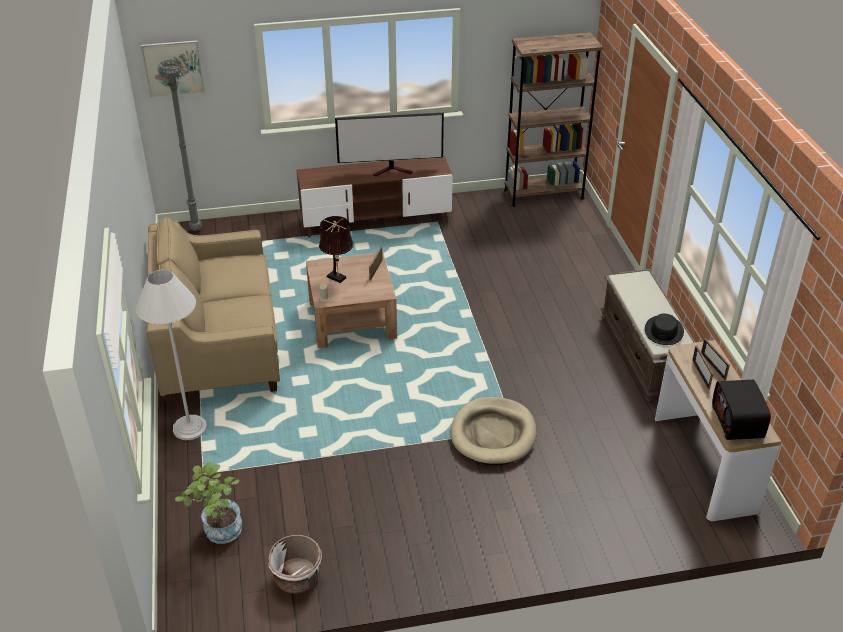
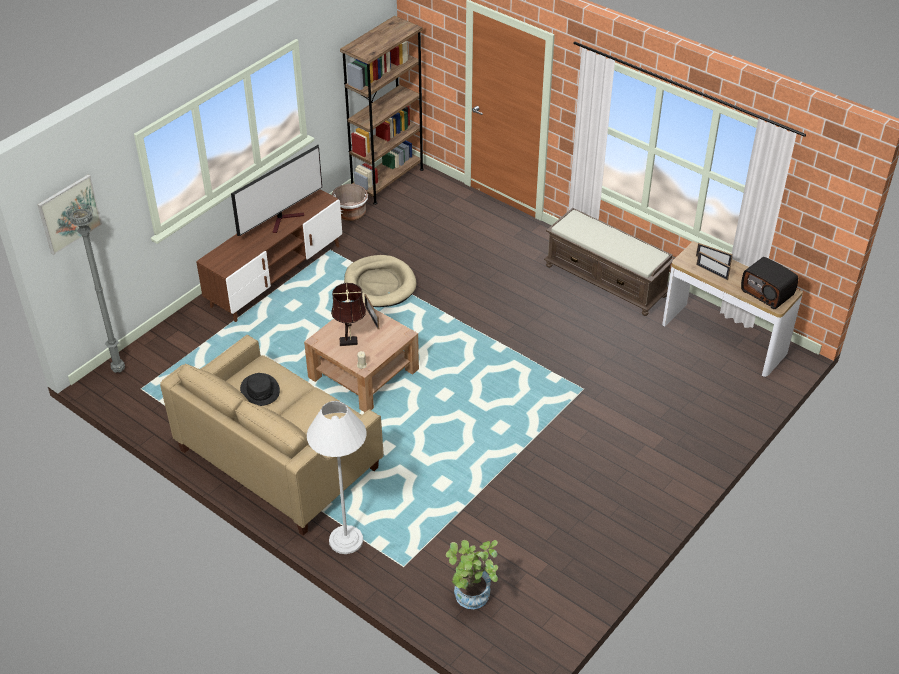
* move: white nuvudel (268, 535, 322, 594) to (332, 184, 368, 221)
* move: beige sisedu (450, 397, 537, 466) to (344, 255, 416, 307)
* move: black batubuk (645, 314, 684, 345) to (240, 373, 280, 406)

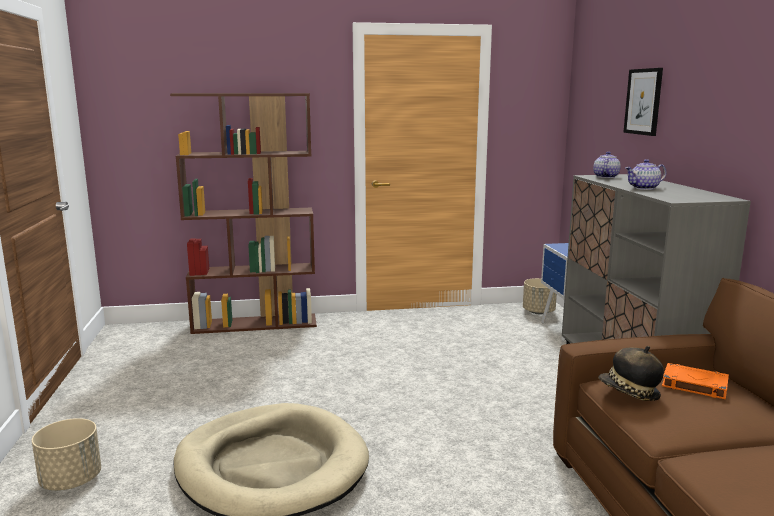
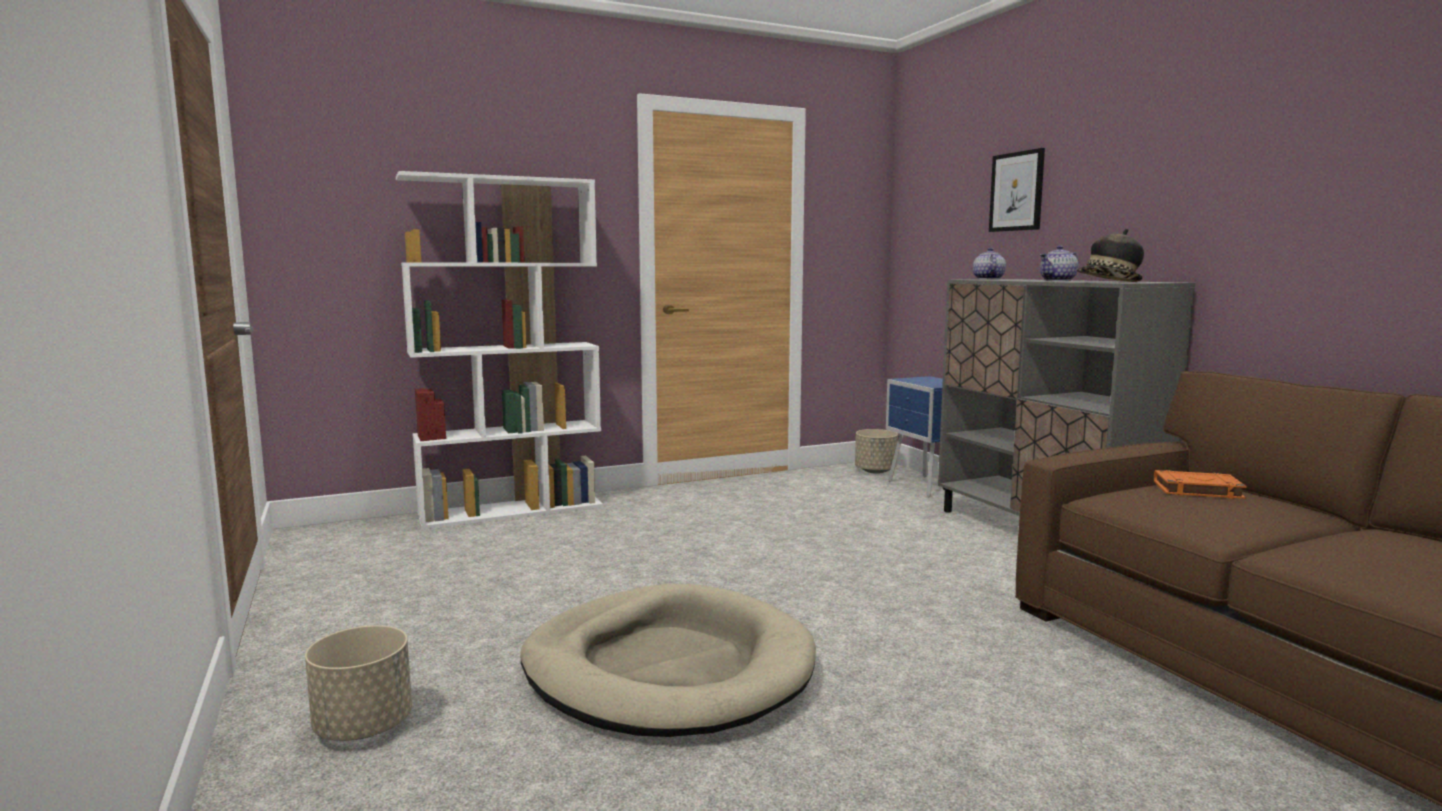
* move: batubuk (598, 346, 664, 401) to (1077, 229, 1144, 282)
* recolor: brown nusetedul (170, 93, 317, 334) to white nusetedul (396, 171, 603, 529)

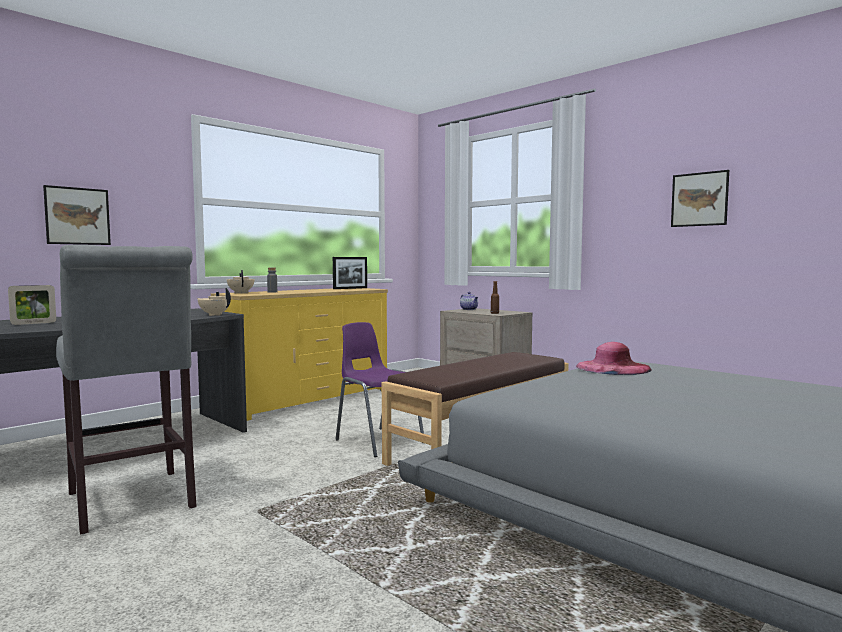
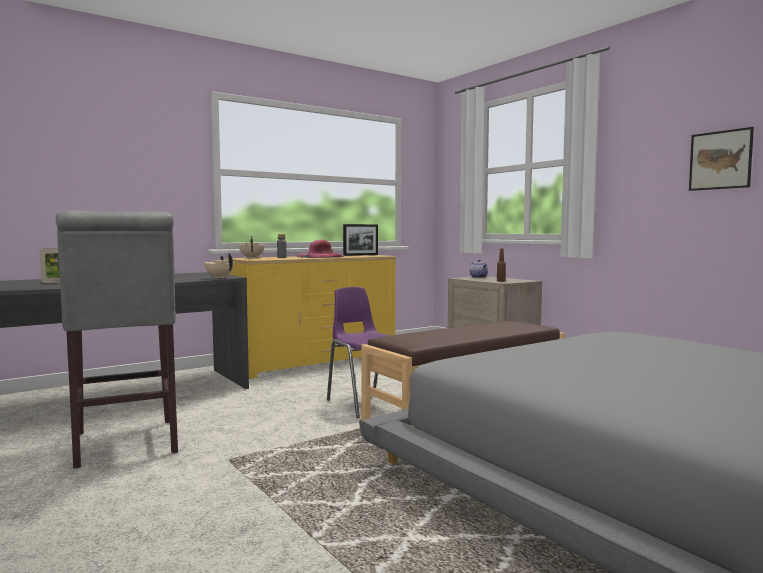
* delete: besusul (43, 185, 111, 245)
* move: pink batubuk (576, 342, 652, 375) to (297, 240, 344, 258)

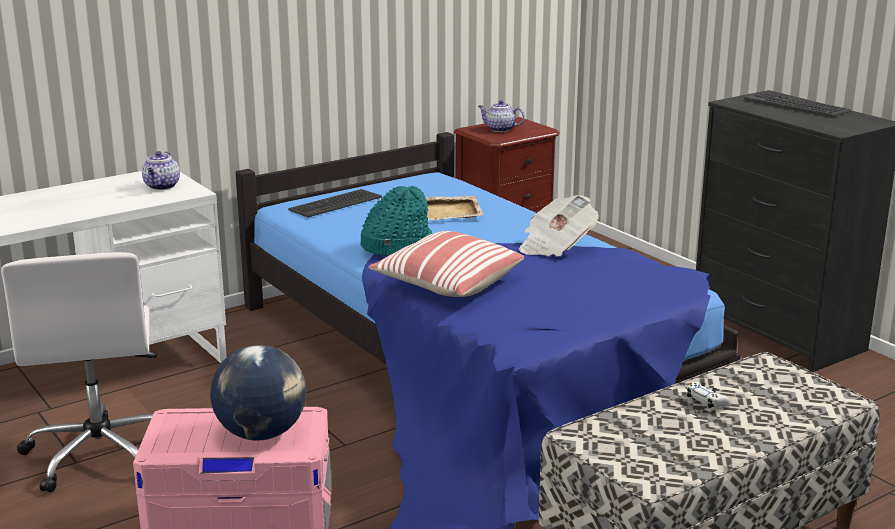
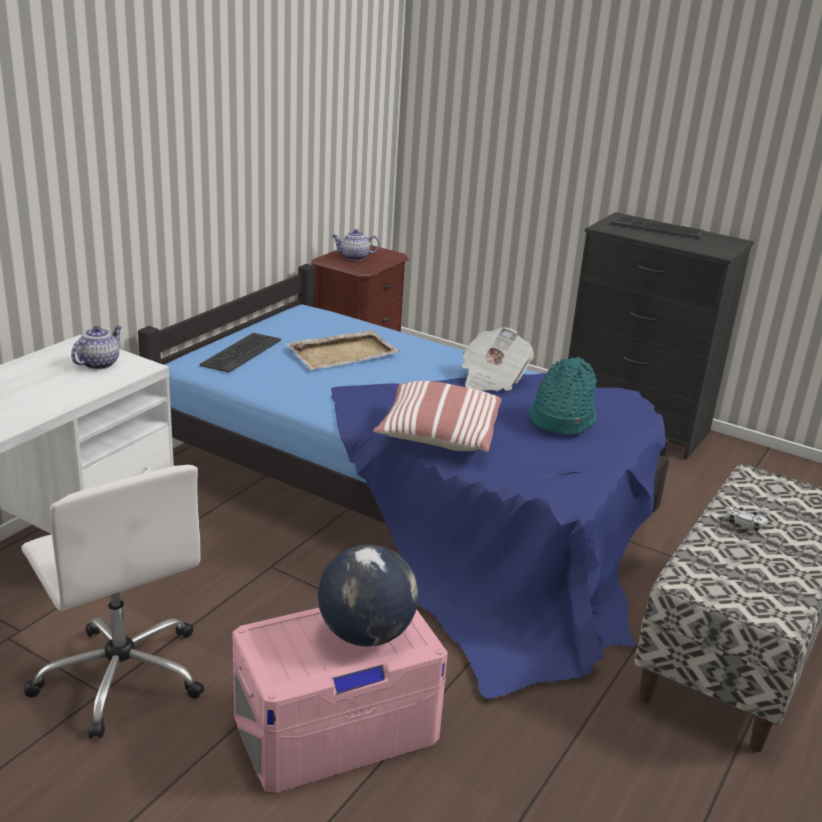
* move: turquoise batubuk (360, 186, 432, 256) to (529, 357, 597, 435)
* rotate: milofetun (142, 151, 180, 190) = (71, 326, 122, 370) 135 degrees counterclockwise

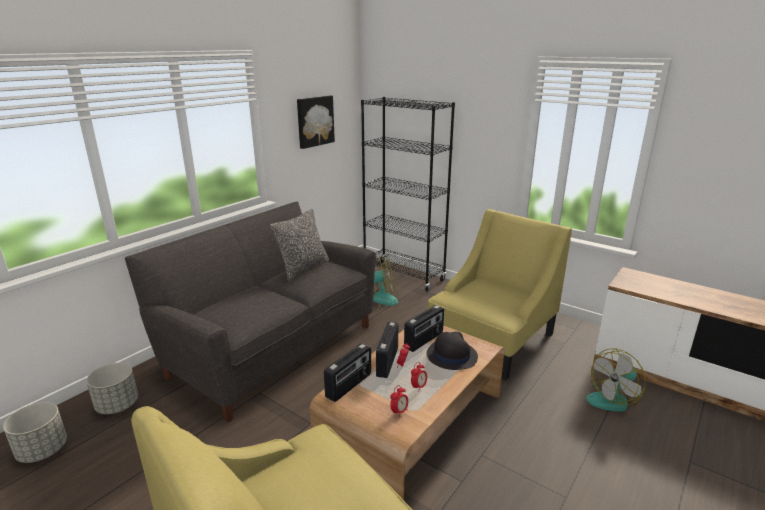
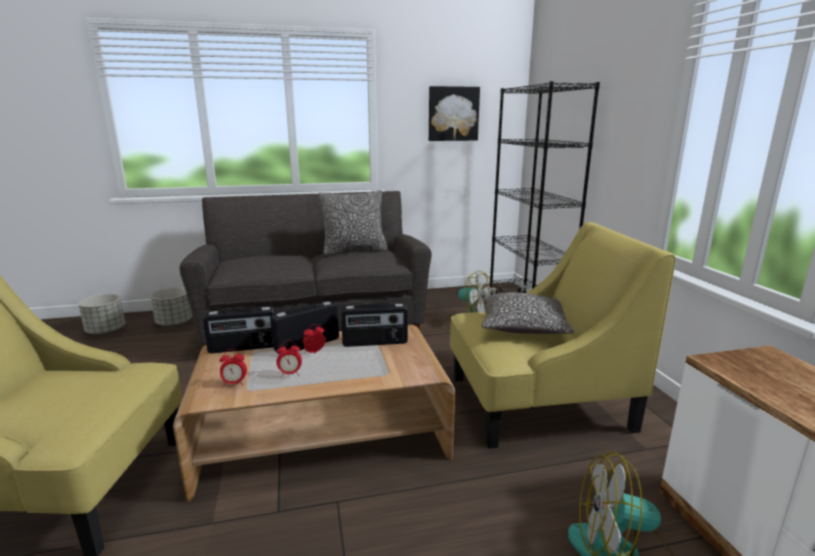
* delete: black batubuk (427, 331, 478, 370)
* insert: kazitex (482, 292, 575, 334)

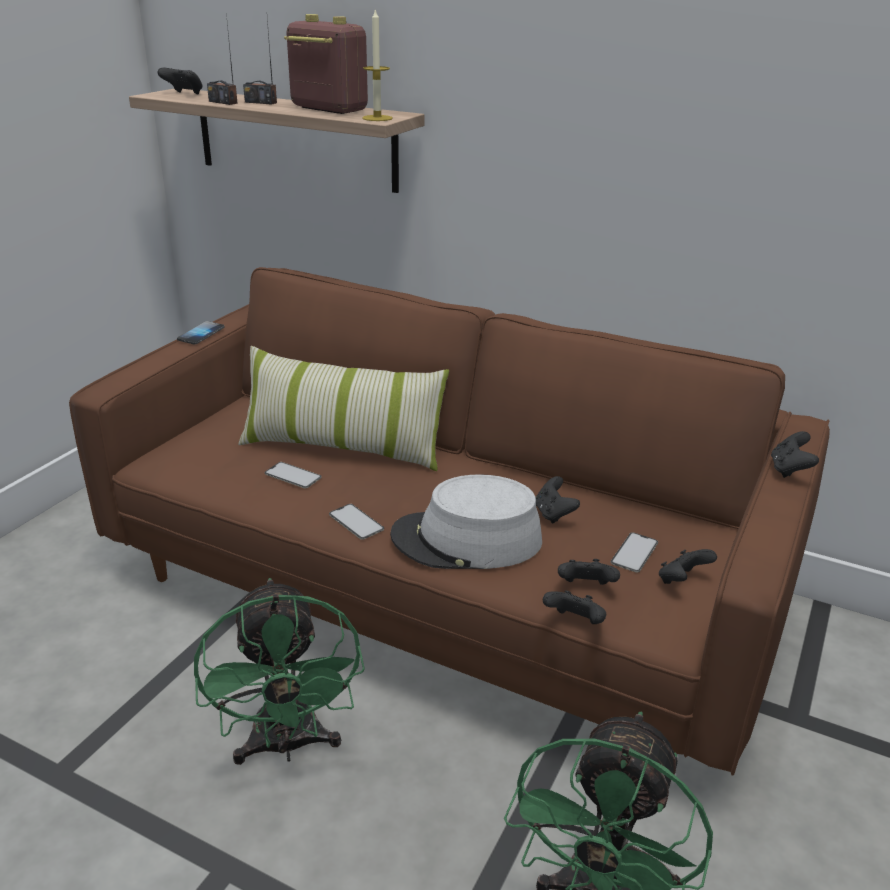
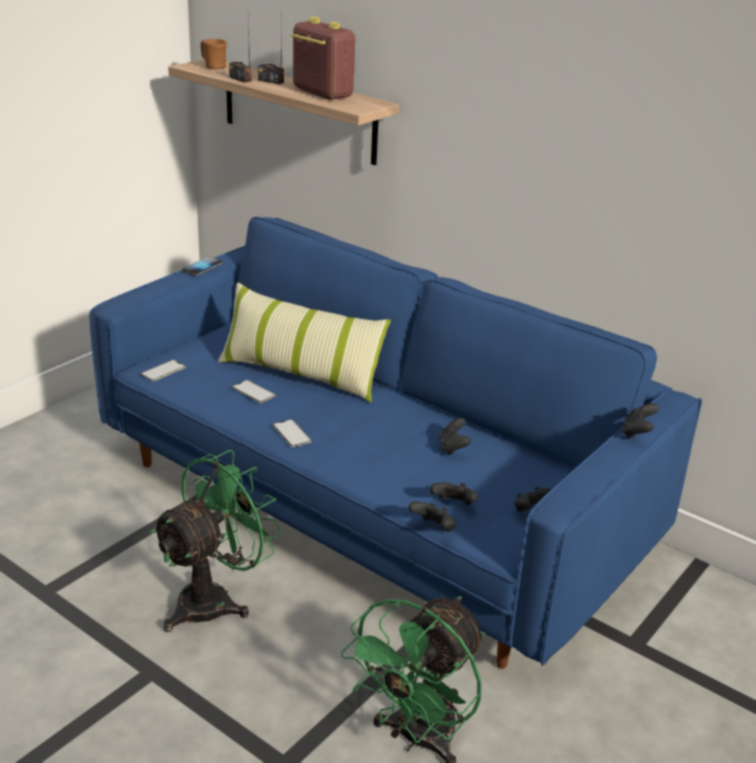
* delete: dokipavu (362, 9, 393, 121)
* delete: grey batubuk (390, 474, 542, 569)
* move: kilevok (611, 532, 658, 573) to (140, 359, 186, 381)
* replace: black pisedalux (157, 68, 203, 95) to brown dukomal (201, 39, 227, 69)
* recolor: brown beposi (69, 267, 830, 776) to blue beposi (89, 217, 702, 669)
* rotate: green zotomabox (194, 578, 365, 765) = (150, 450, 283, 632) 135 degrees counterclockwise

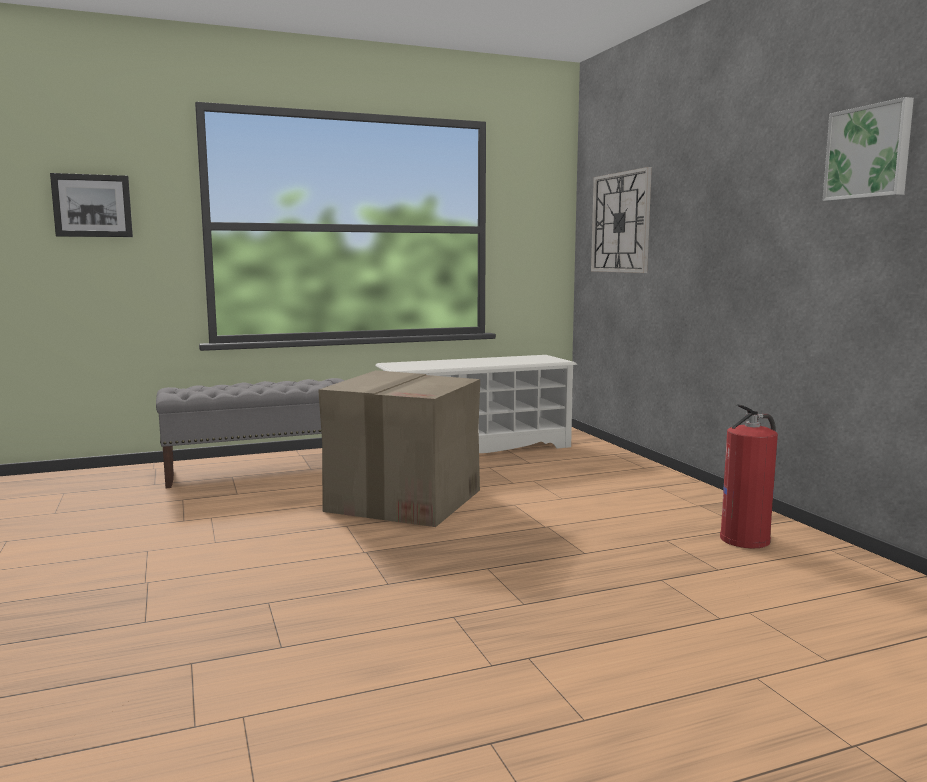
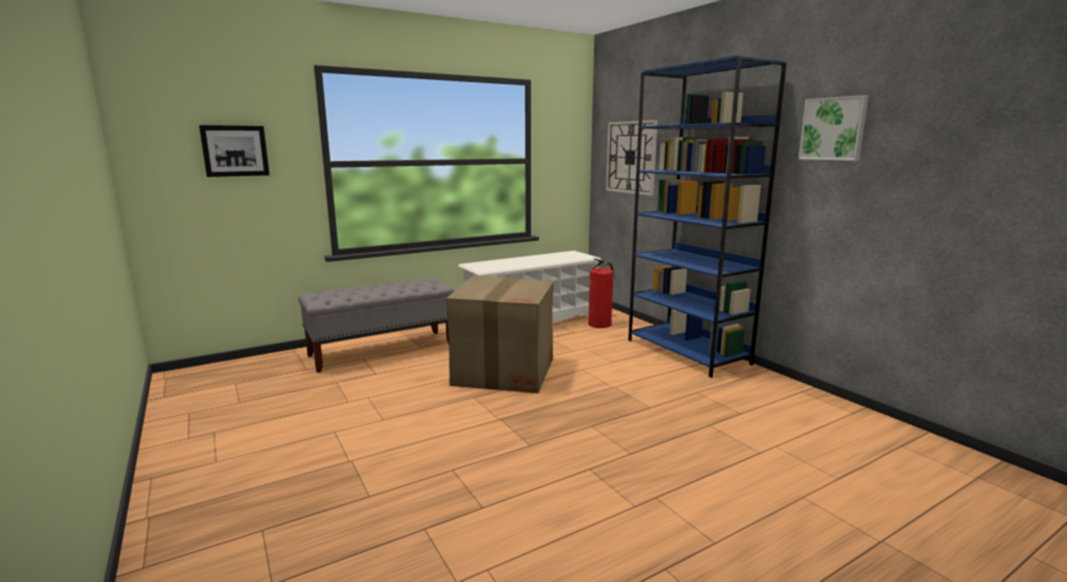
* insert: blue nusetedul (628, 55, 787, 378)
* move: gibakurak (720, 404, 778, 548) to (588, 258, 614, 328)

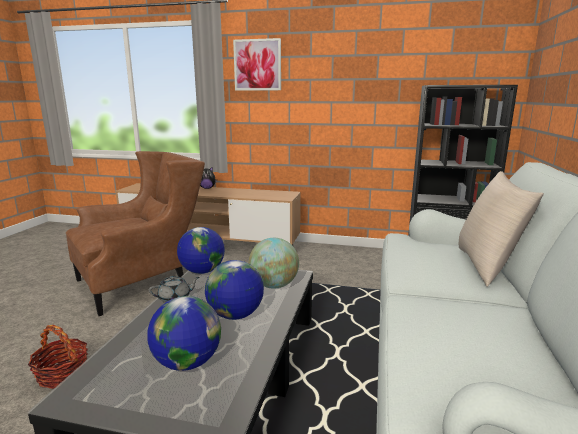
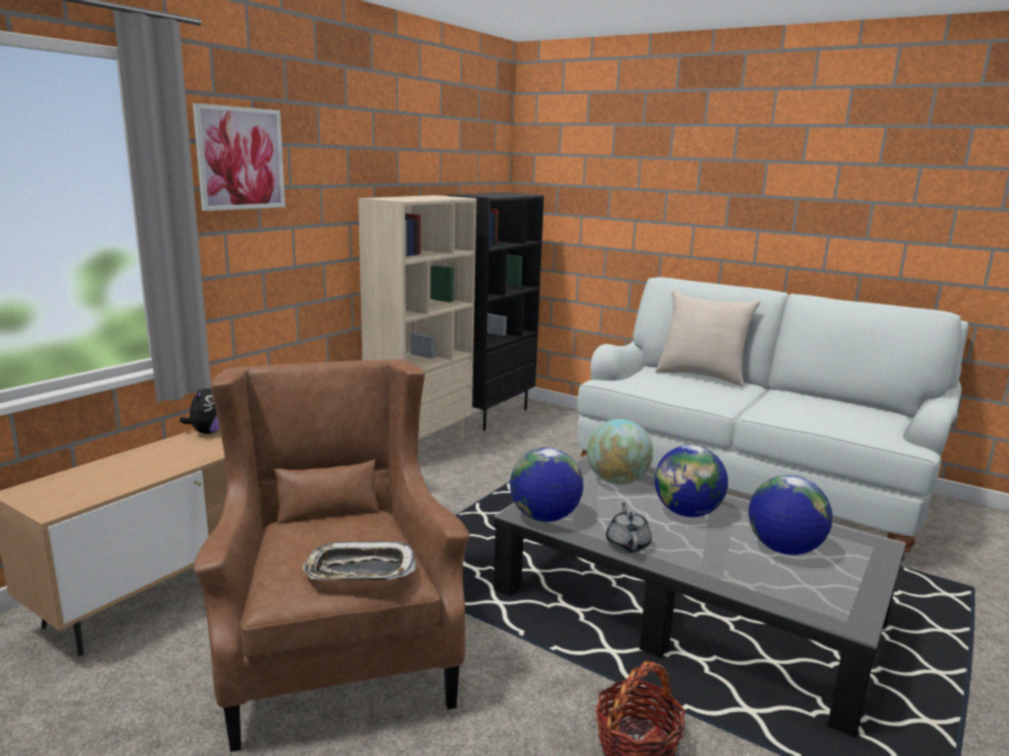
* insert: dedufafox (303, 541, 417, 580)
* insert: beige nusetedul (358, 195, 476, 441)

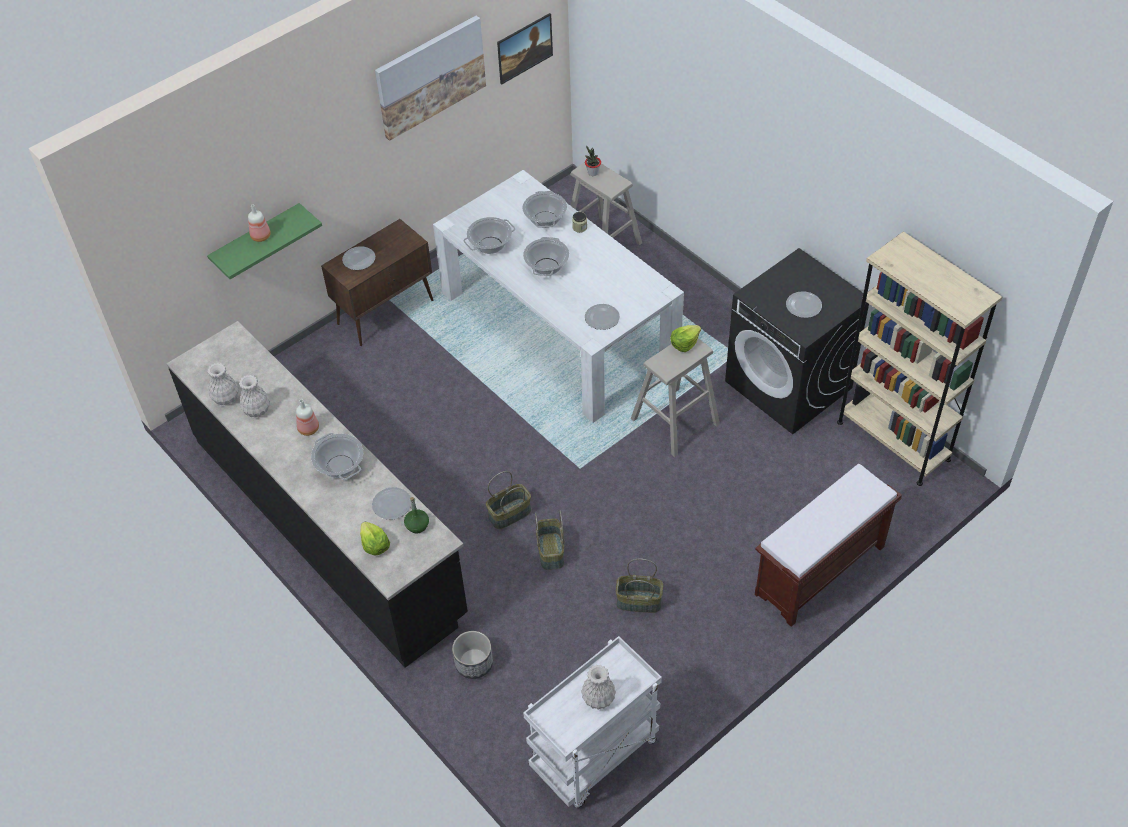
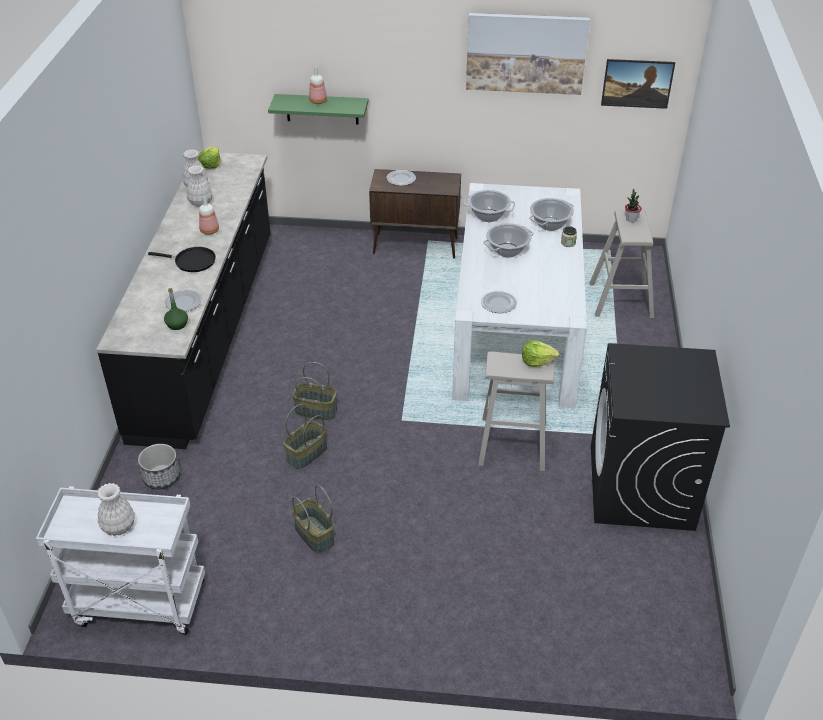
* delete: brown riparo (755, 464, 902, 627)
* delete: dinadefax (786, 291, 822, 318)
* delete: beige nusetedul (837, 231, 1002, 486)
* move: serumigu (360, 522, 390, 555) to (198, 147, 220, 169)
* replace: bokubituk (311, 433, 363, 480) to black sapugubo (148, 247, 216, 272)

